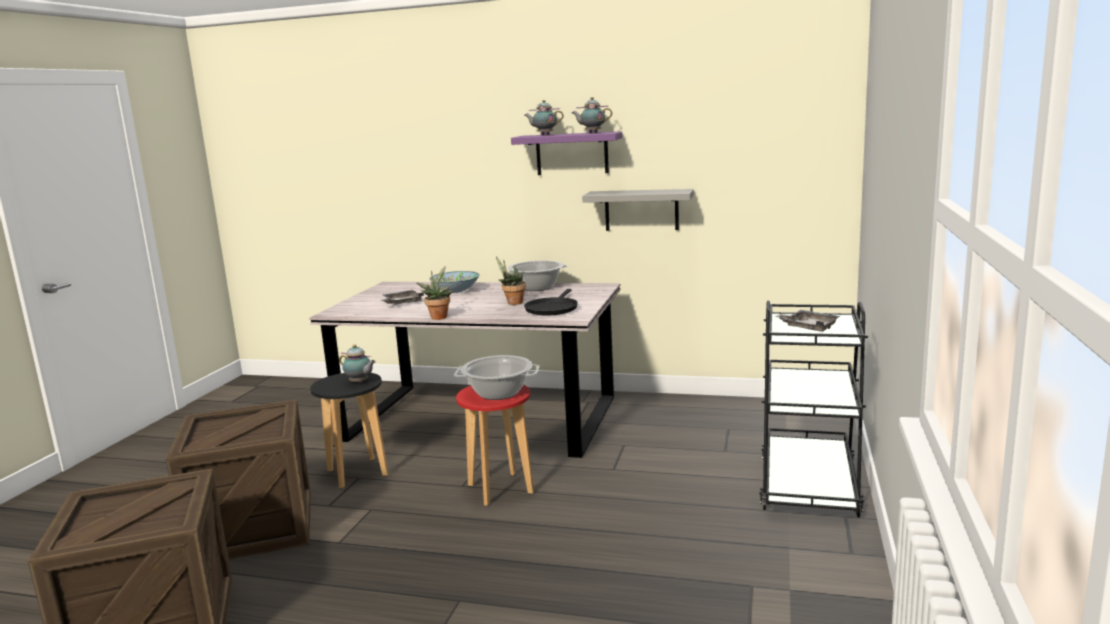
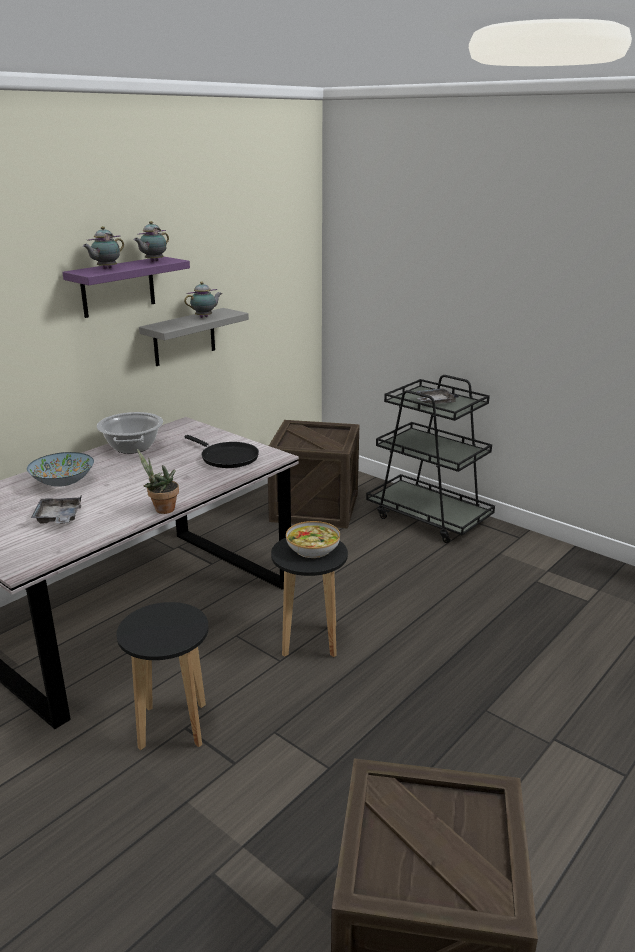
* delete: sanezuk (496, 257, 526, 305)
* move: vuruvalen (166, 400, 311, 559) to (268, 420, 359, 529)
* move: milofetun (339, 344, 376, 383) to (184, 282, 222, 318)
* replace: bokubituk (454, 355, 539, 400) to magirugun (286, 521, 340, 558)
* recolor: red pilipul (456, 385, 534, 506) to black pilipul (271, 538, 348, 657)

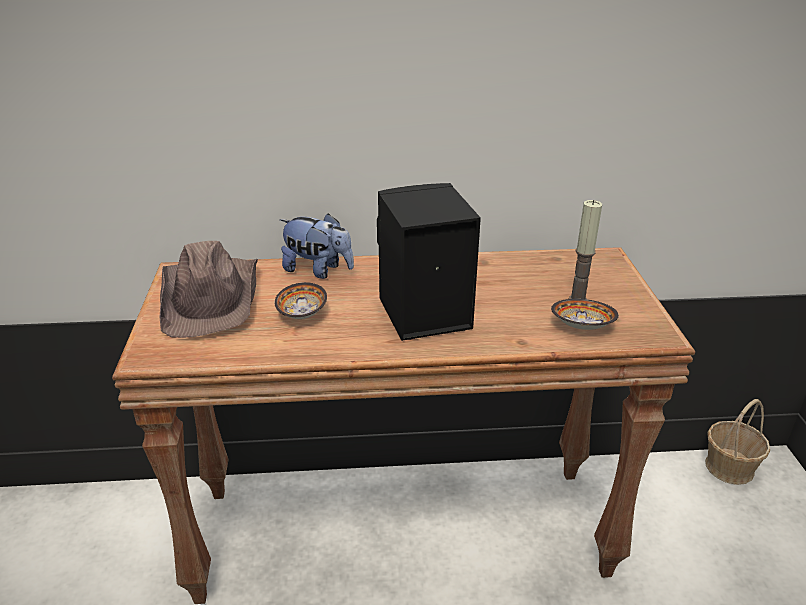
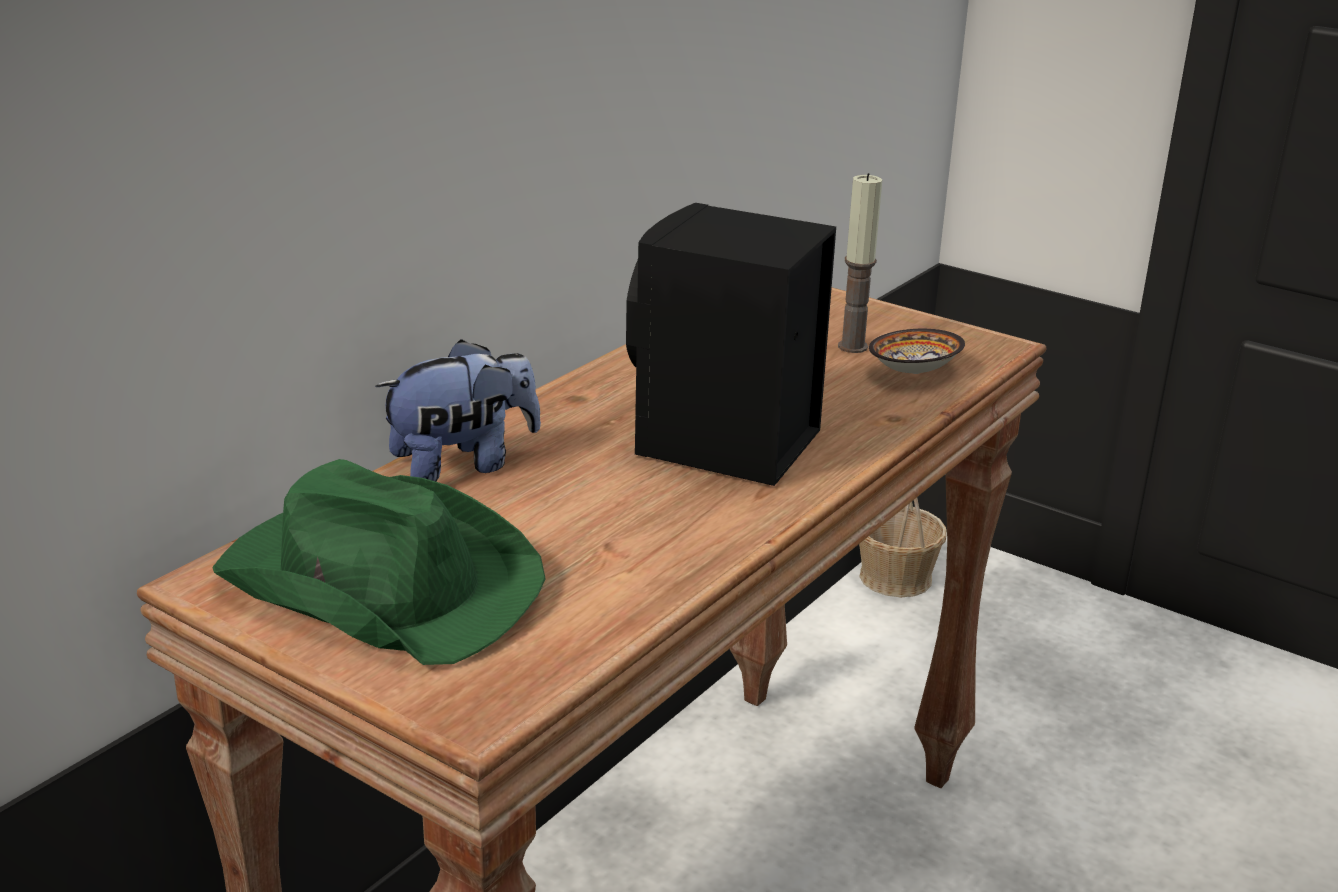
* delete: magirugun (275, 282, 327, 319)
* recolor: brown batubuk (160, 241, 258, 338) to green batubuk (212, 459, 546, 665)

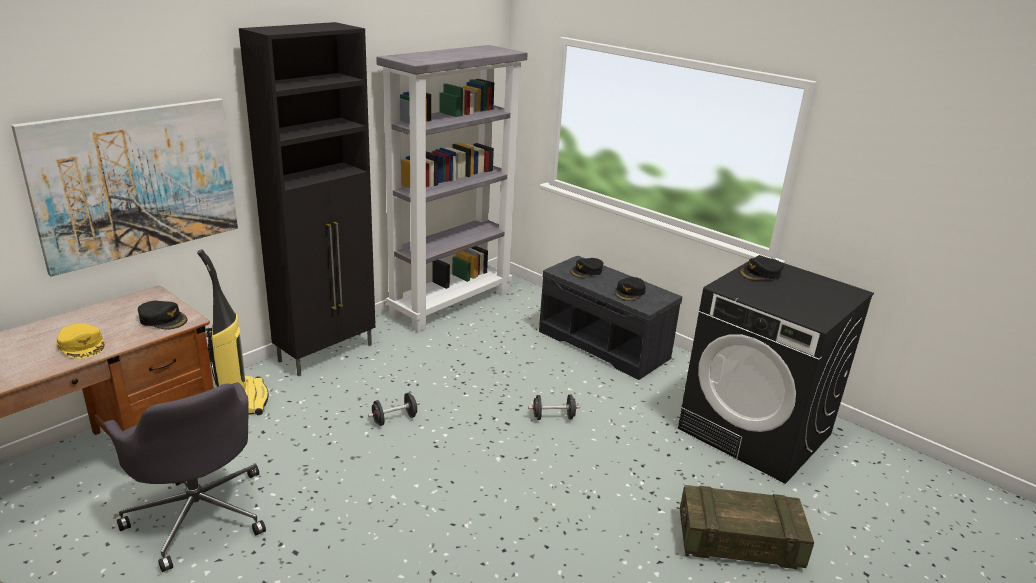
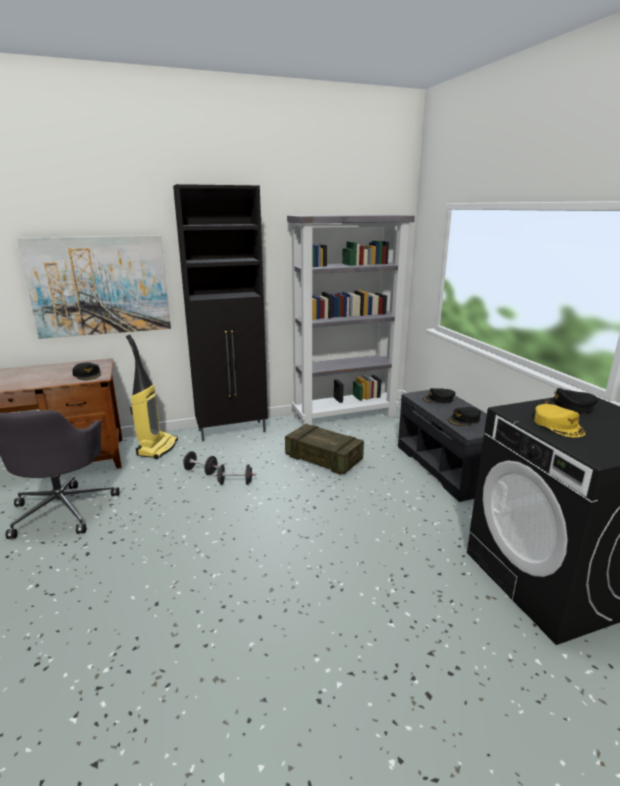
* move: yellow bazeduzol (57, 323, 105, 359) to (534, 404, 586, 437)
* move: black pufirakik (528, 395, 580, 420) to (183, 451, 218, 475)
* move: vuruvalen (680, 485, 814, 569) to (285, 424, 364, 475)

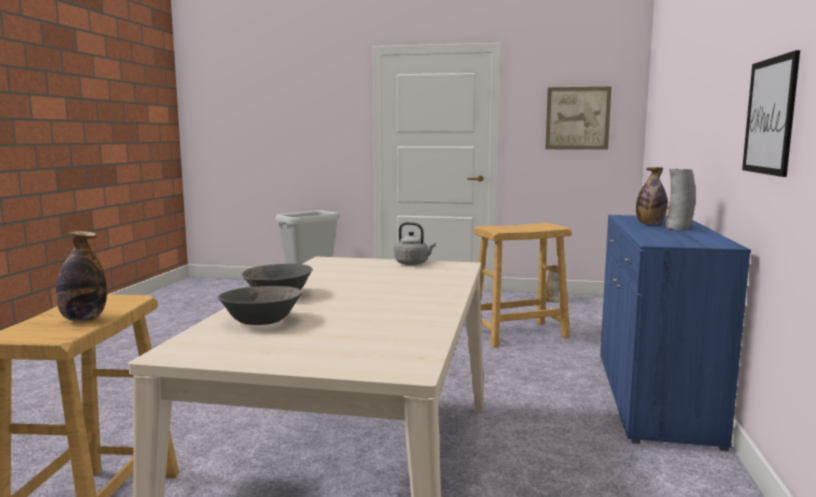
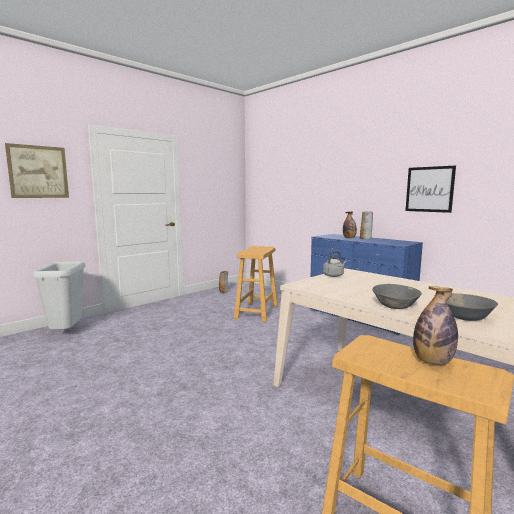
* move: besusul (545, 87, 612, 150) to (5, 143, 69, 198)

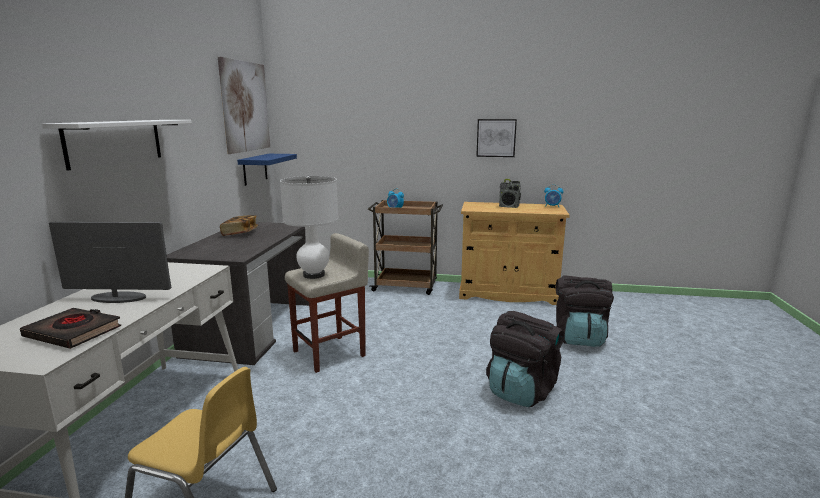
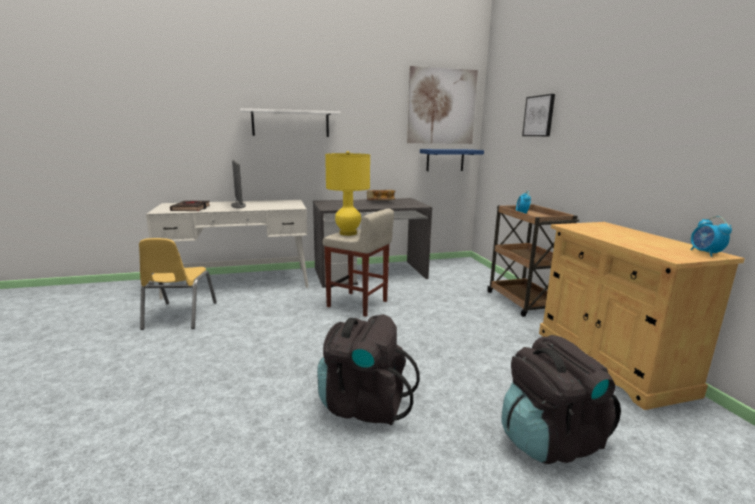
* delete: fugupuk (499, 179, 521, 208)
* move: besusul (476, 119, 517, 157) to (522, 94, 555, 136)
* recolor: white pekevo (280, 176, 338, 279) to yellow pekevo (325, 151, 370, 236)

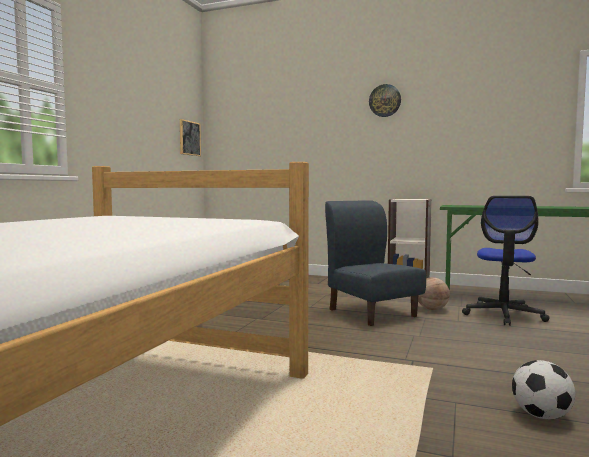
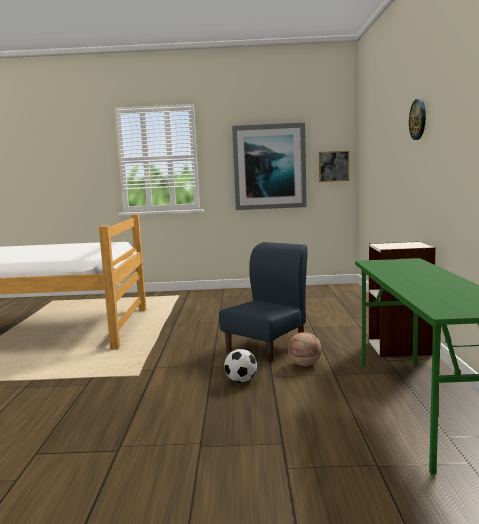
* delete: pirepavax (462, 196, 550, 326)
* insert: besusul (232, 123, 307, 210)
* move: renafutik (512, 360, 576, 419) to (224, 349, 257, 383)

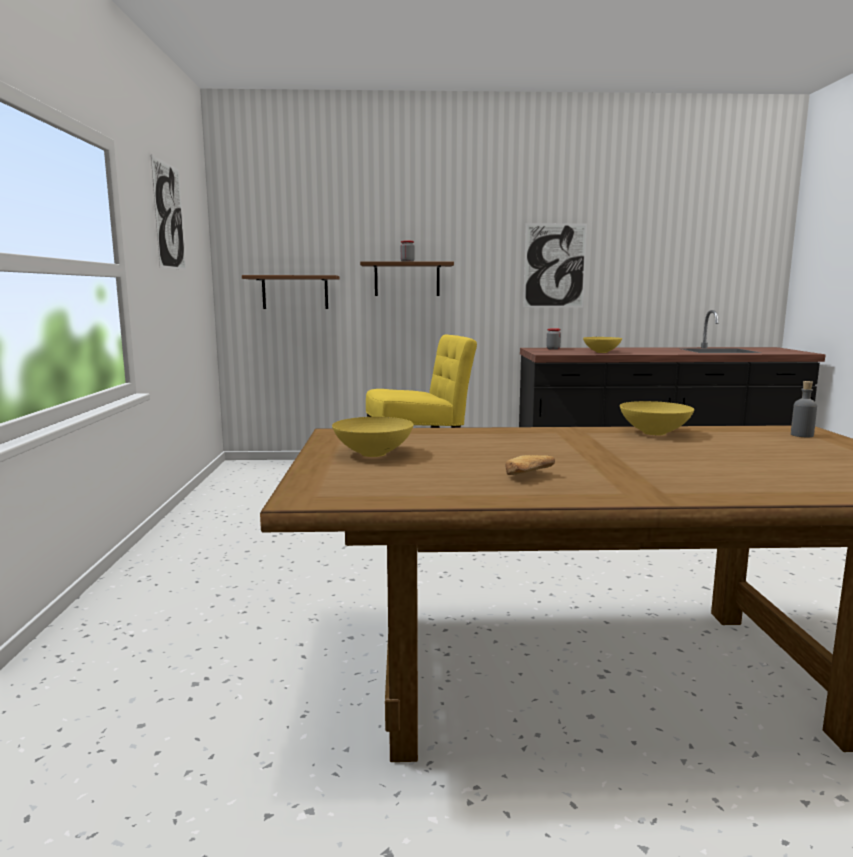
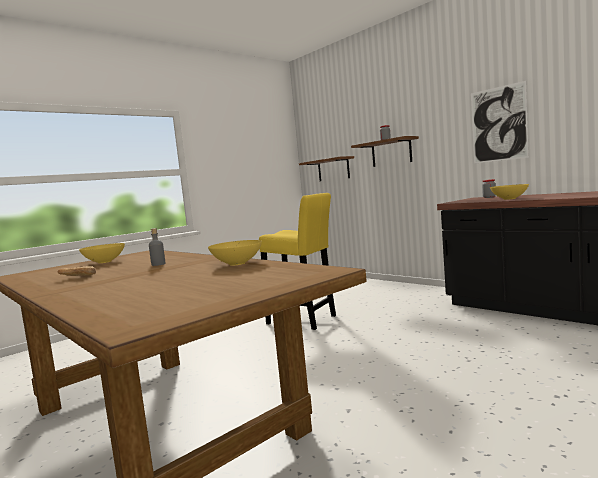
* delete: besusul (151, 155, 186, 270)
* move: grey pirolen (791, 381, 817, 437) to (149, 228, 165, 266)

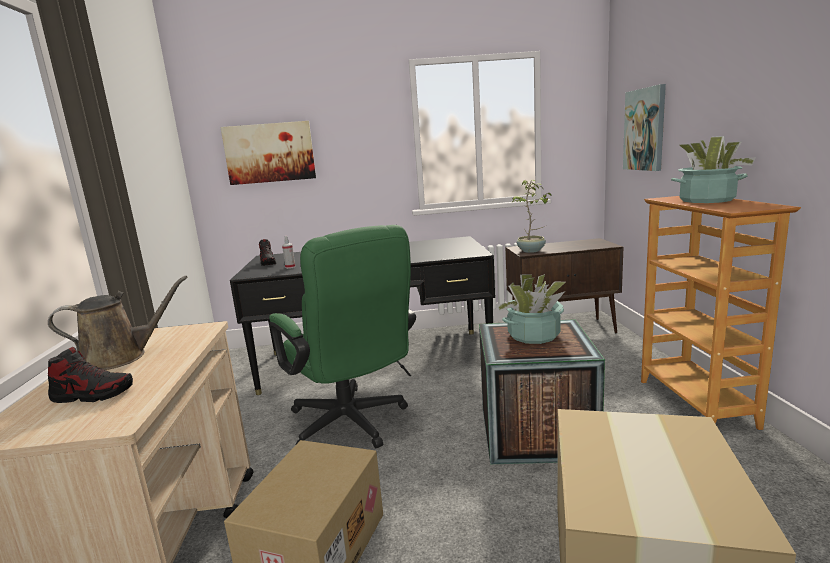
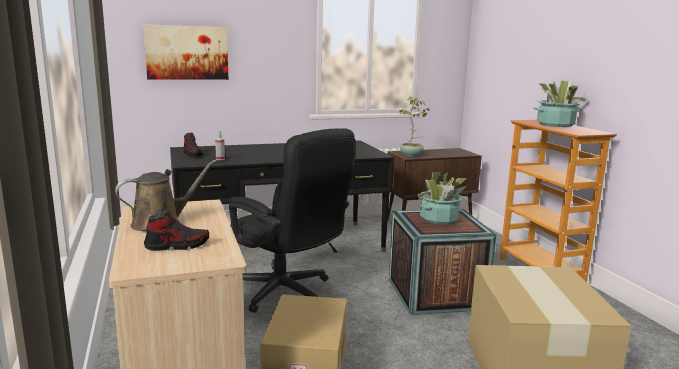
* delete: besusul (623, 84, 666, 171)
* recolor: green pirepavax (269, 225, 416, 448) to black pirepavax (229, 128, 356, 313)

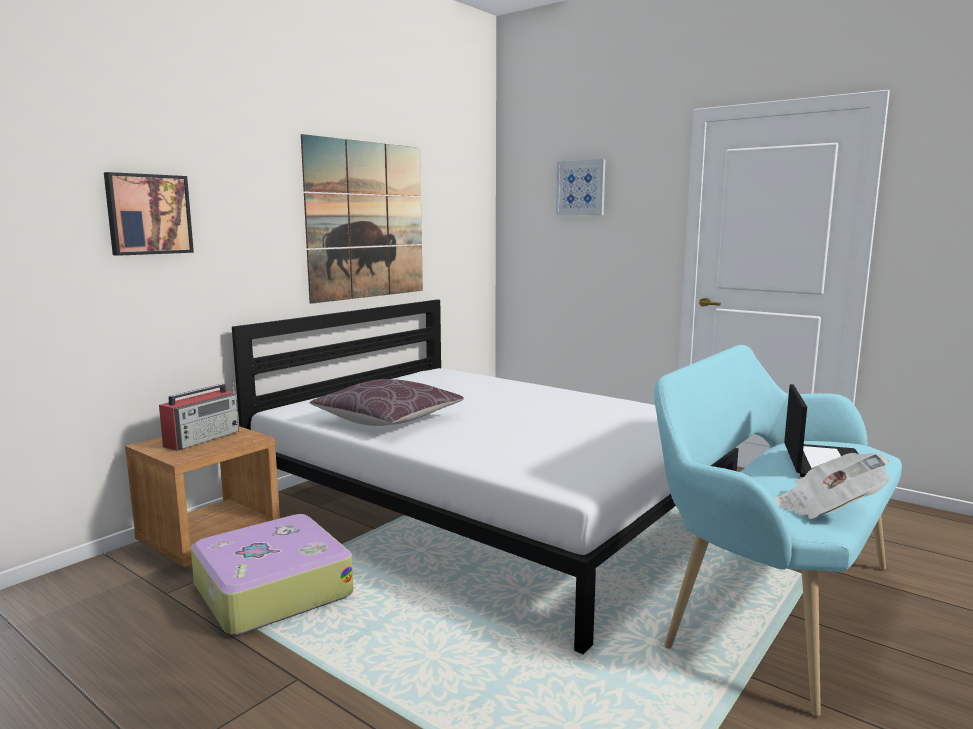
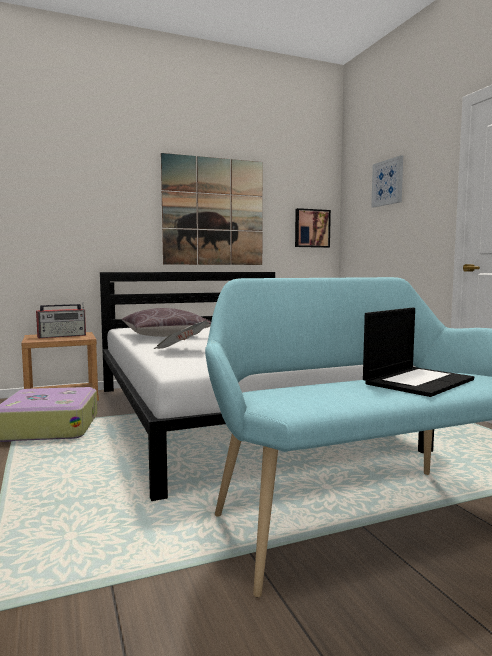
* move: besusul (104, 172, 194, 256) to (295, 208, 331, 248)
* move: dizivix (774, 453, 889, 518) to (153, 320, 210, 349)

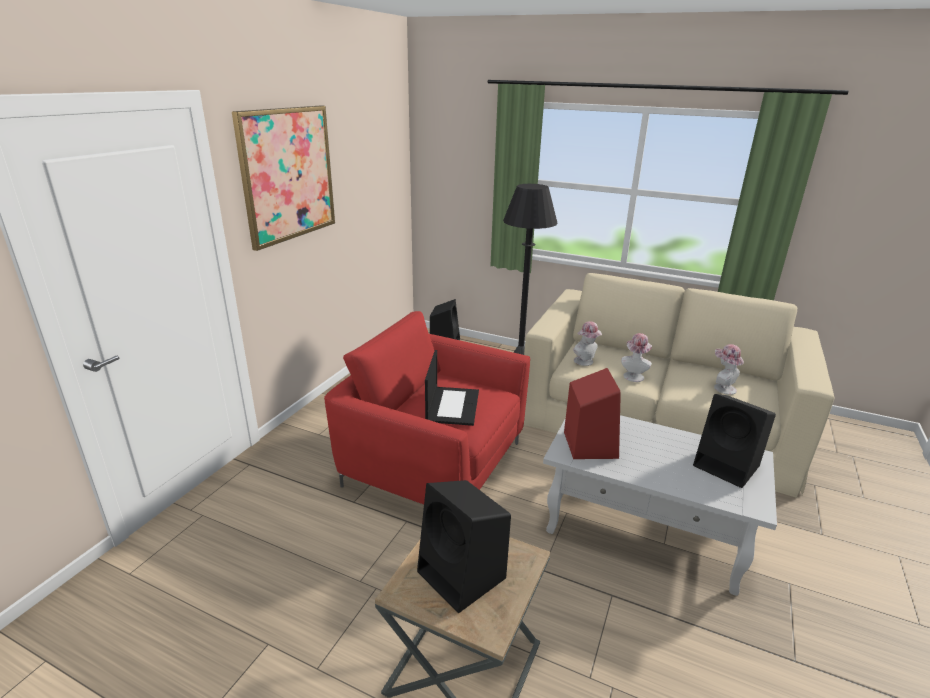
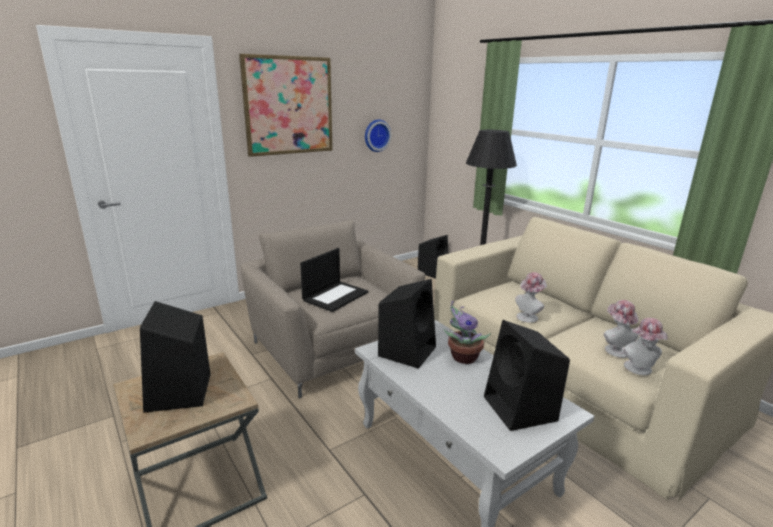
* insert: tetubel (365, 120, 391, 152)
* insert: sanezuk (444, 301, 491, 364)
* move: batubuk (573, 321, 603, 366) to (623, 318, 668, 375)
* recolor: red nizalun (324, 311, 530, 504) to beige nizalun (241, 220, 425, 398)
* recolor: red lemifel (564, 368, 621, 459) to black lemifel (378, 279, 436, 369)

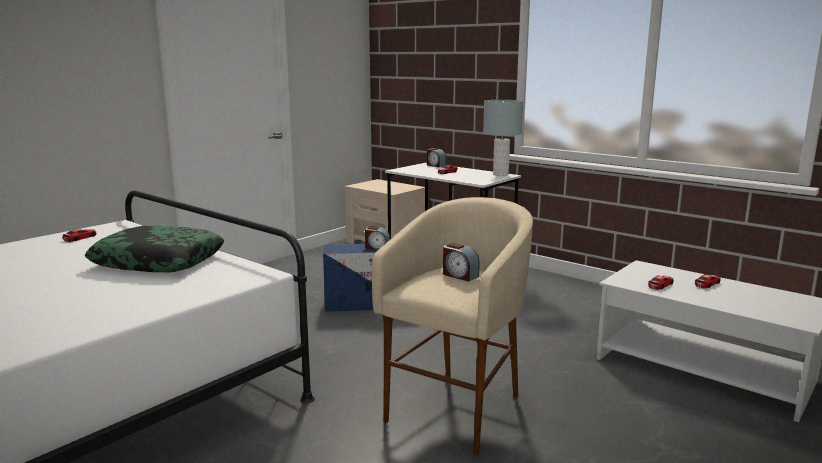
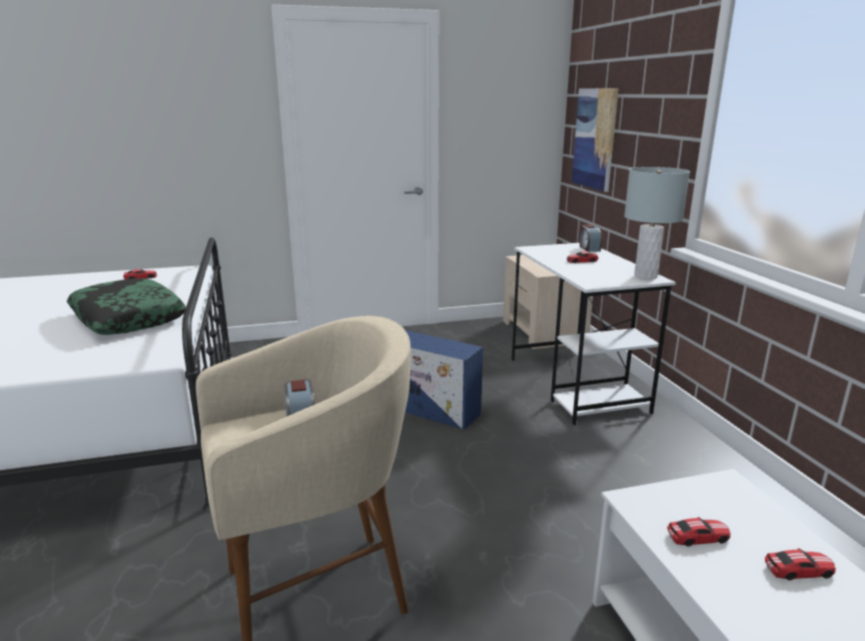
* delete: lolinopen (365, 226, 390, 250)
* insert: besusul (572, 88, 619, 192)

